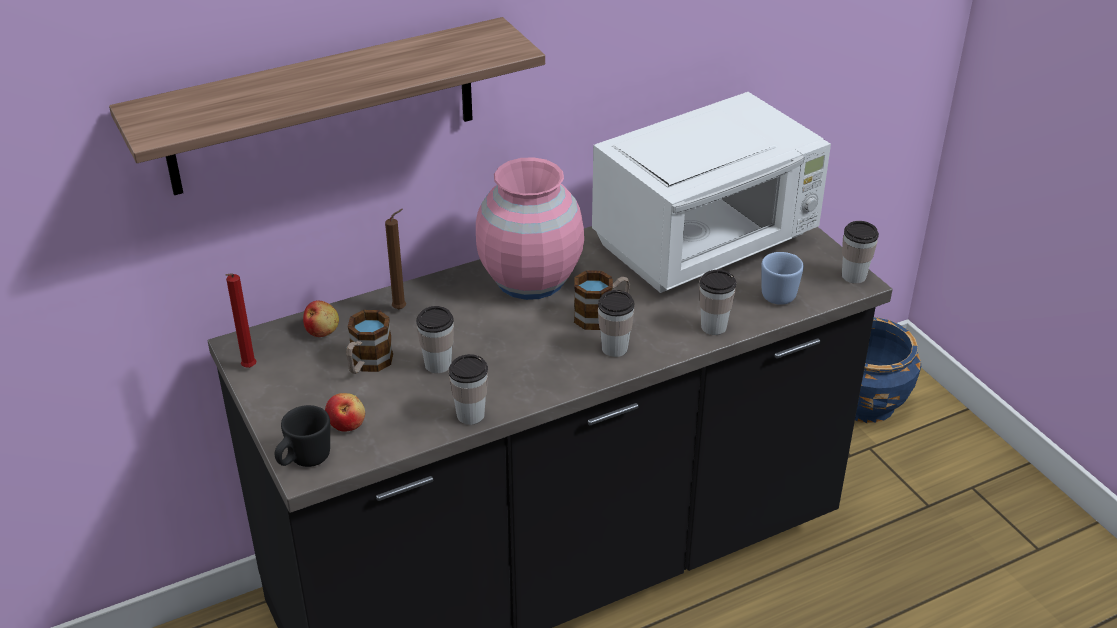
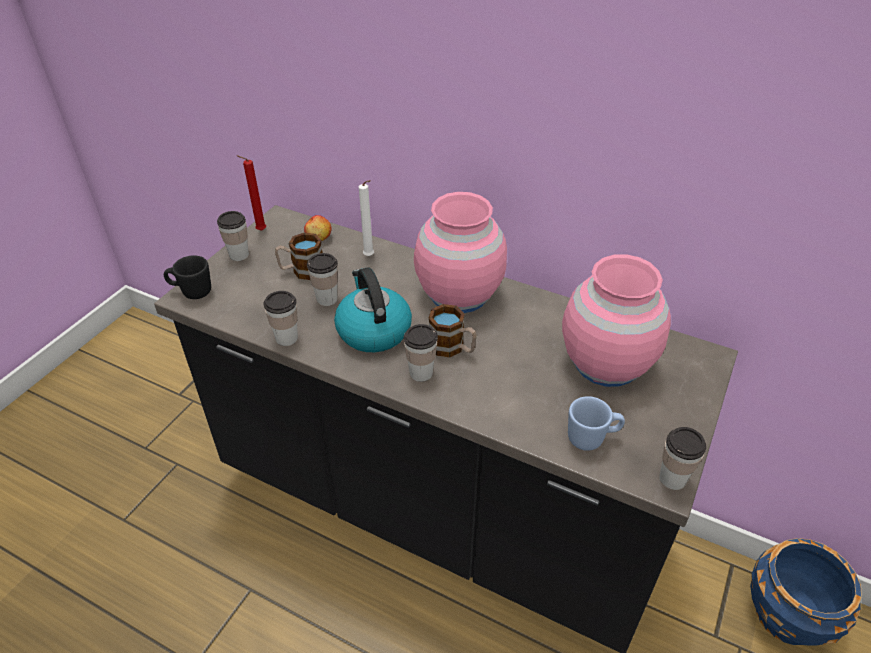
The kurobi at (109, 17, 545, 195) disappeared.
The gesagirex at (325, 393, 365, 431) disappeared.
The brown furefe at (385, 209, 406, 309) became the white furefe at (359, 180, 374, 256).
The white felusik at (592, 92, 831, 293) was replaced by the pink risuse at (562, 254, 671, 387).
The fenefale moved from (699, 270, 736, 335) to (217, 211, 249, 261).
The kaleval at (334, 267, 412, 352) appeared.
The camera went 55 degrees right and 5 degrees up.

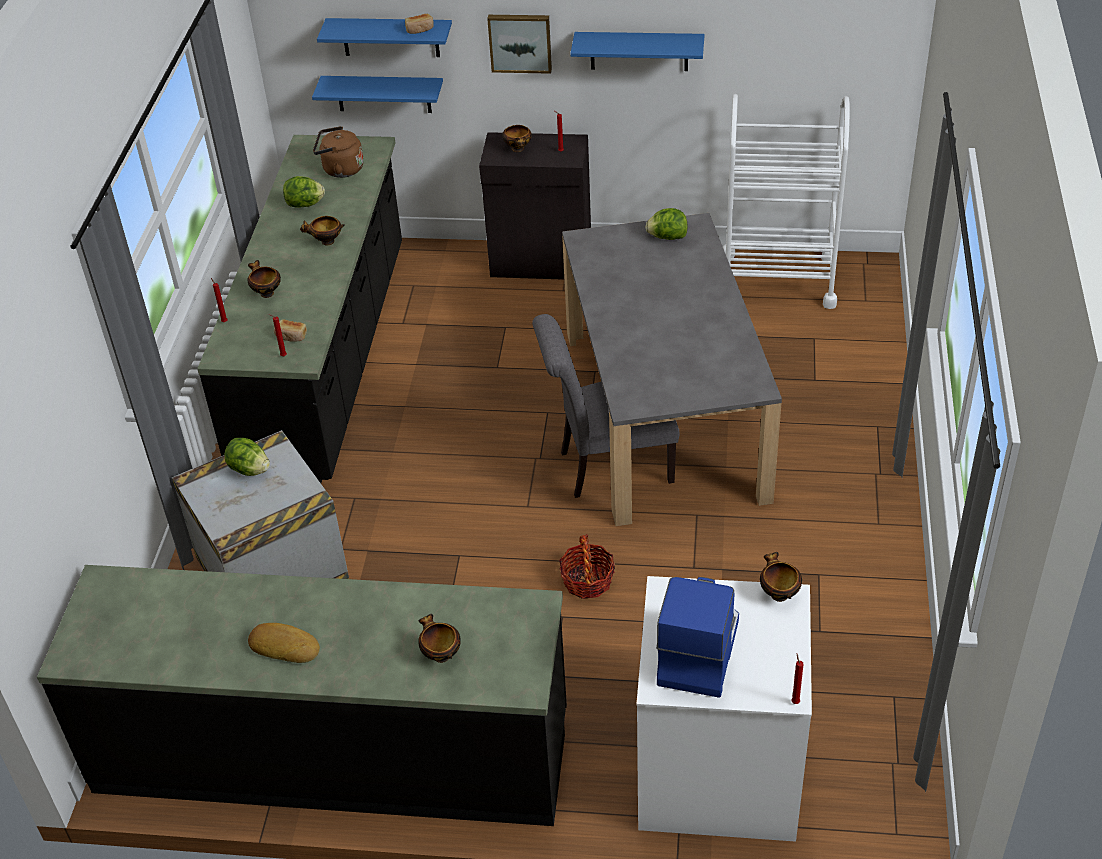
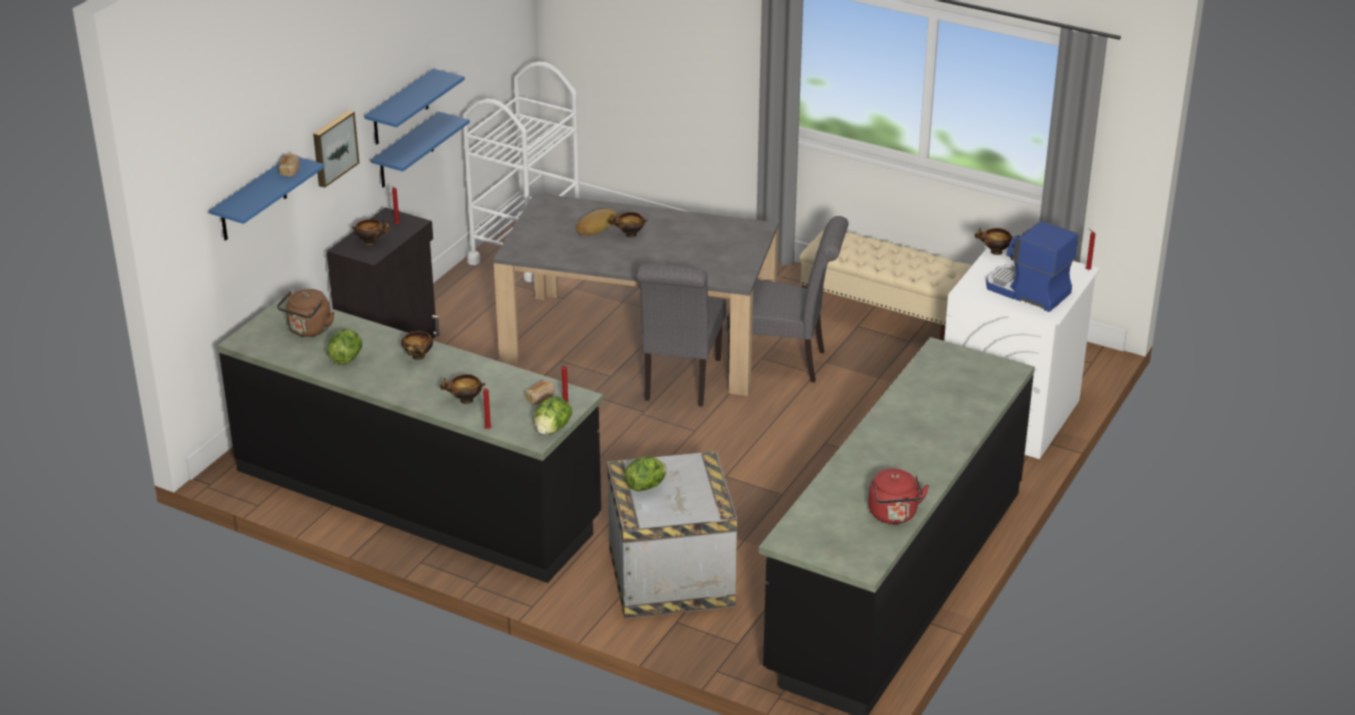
The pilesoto moved from (248, 623, 320, 663) to (576, 209, 618, 236).
The blue kurobi moved from (312, 76, 443, 113) to (371, 112, 470, 188).
The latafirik moved from (418, 614, 461, 663) to (609, 212, 648, 238).
The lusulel at (559, 534, 615, 599) disappeared.
The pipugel moved from (646, 208, 688, 240) to (533, 396, 572, 435).
The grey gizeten at (726, 216, 849, 382) appeared.
The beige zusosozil at (800, 230, 972, 341) appeared.
The red kaleval at (868, 468, 929, 524) appeared.
The camera went 70 degrees left and 10 degrees down.

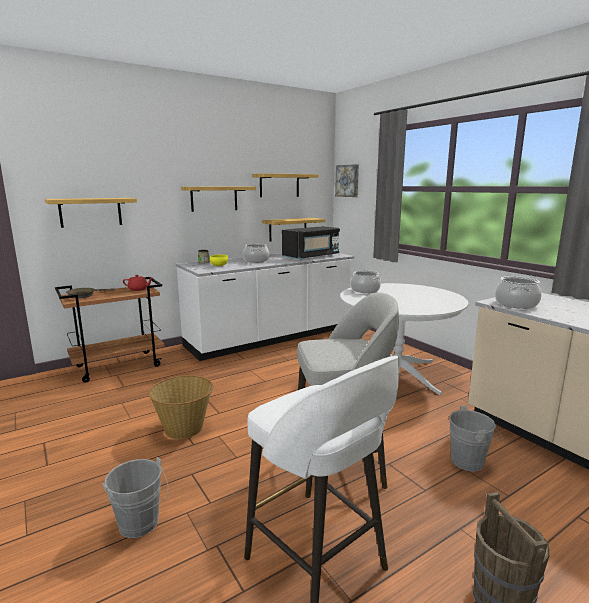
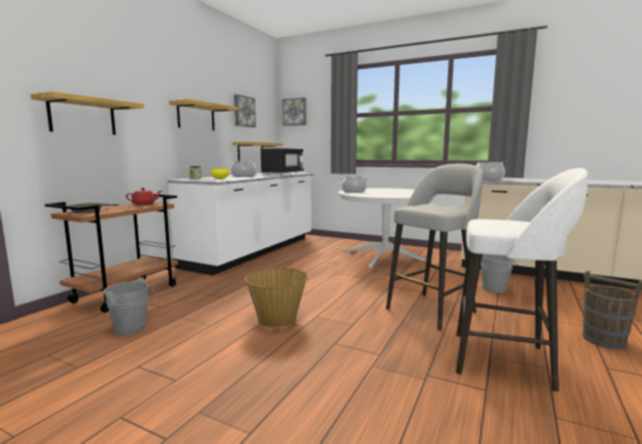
The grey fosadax moved from (103, 457, 168, 538) to (104, 277, 157, 335).
The kurobi at (252, 173, 318, 197) was replaced by the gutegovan at (234, 94, 256, 128).
The camera went 30 degrees left and 5 degrees down.

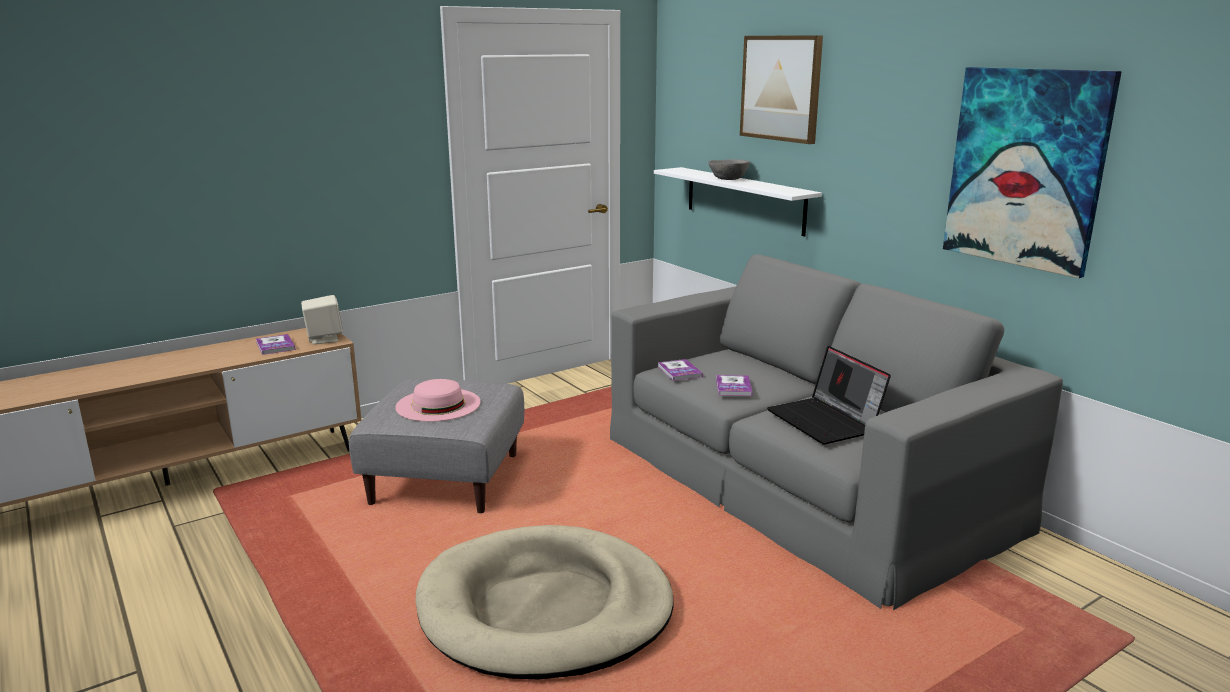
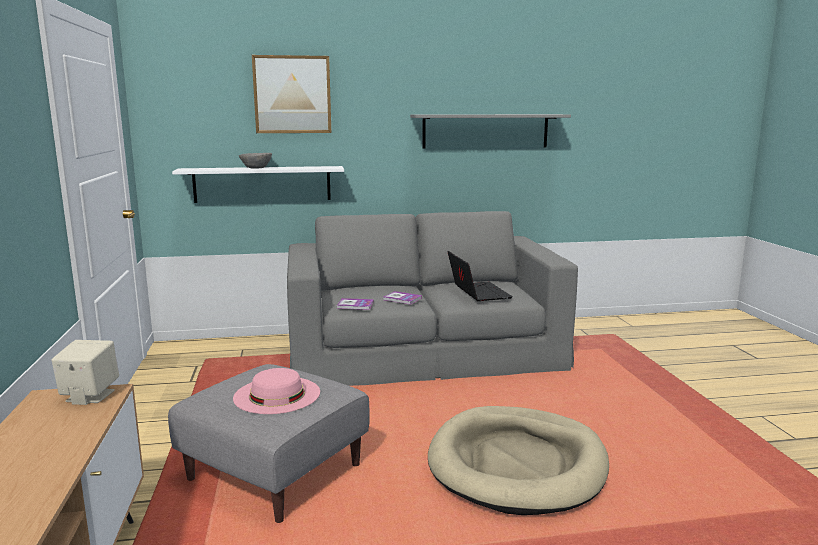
The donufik at (256, 334, 296, 355) disappeared.
The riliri at (767, 346, 891, 444) turned 105 degrees counterclockwise.
The gutegovan at (943, 67, 1122, 278) was replaced by the grey kurobi at (410, 114, 571, 149).
The camera went 65 degrees left and 5 degrees down.

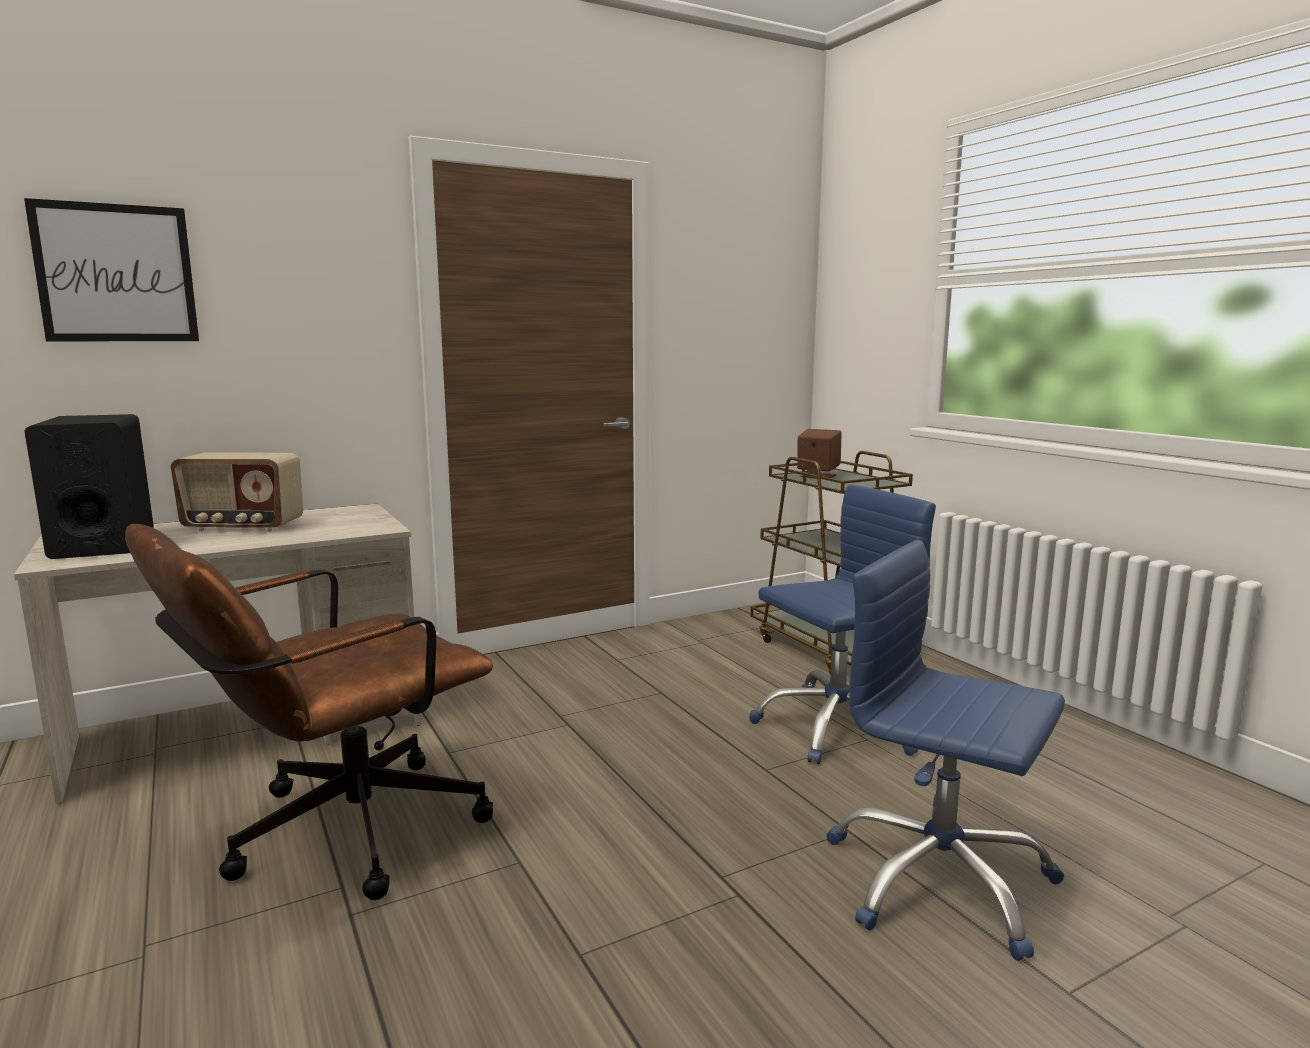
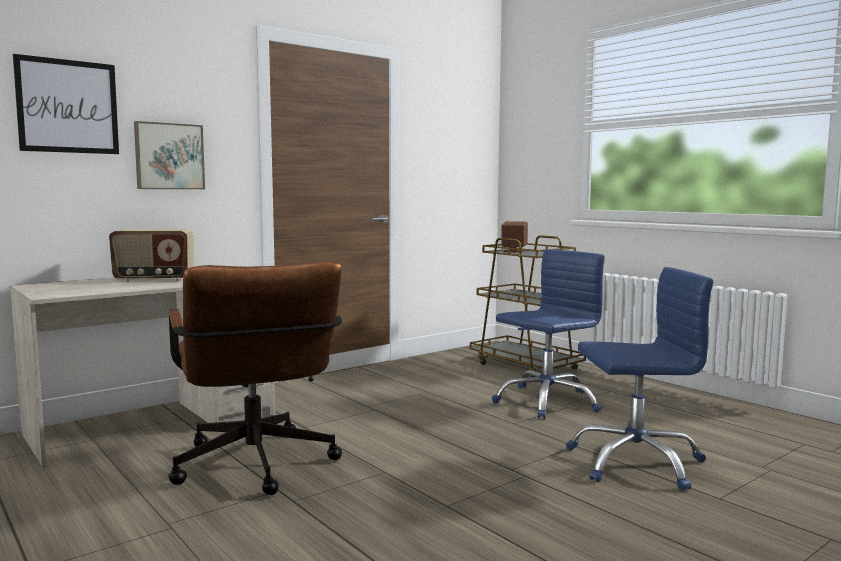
The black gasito at (24, 414, 154, 559) disappeared.
The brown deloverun at (125, 524, 493, 900) turned 60 degrees counterclockwise.
The blue deloverun at (827, 540, 1065, 961) turned 150 degrees clockwise.
The gutegovan at (134, 121, 205, 189) appeared.
The camera went 10 degrees left and 5 degrees down.

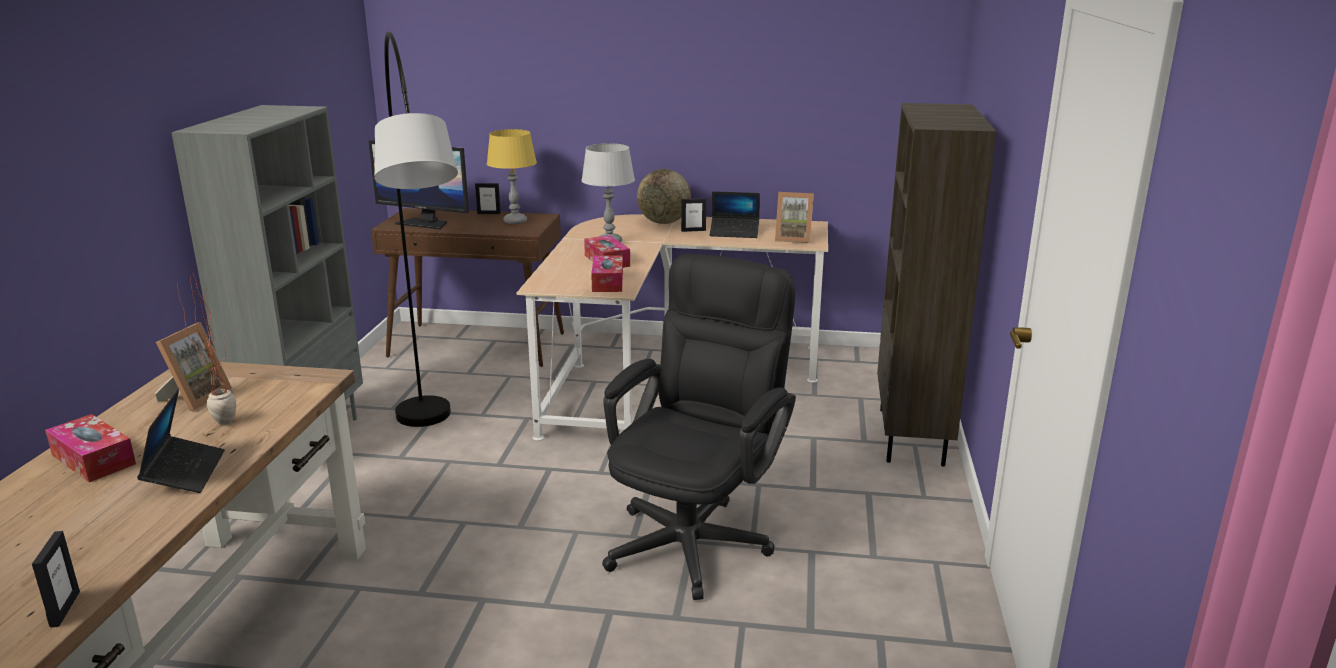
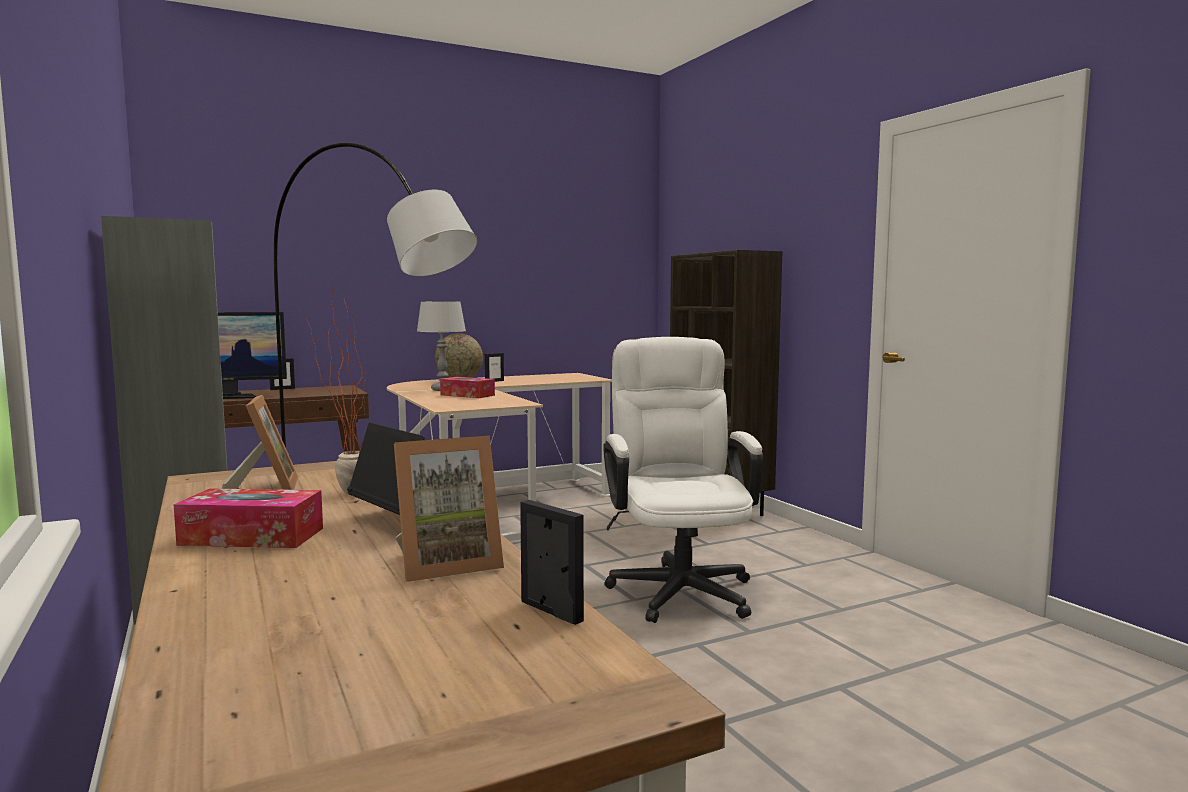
The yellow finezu at (487, 129, 537, 224) disappeared.
The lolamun at (591, 255, 623, 292) disappeared.
The black deloverun at (602, 254, 796, 600) became the white deloverun at (603, 337, 763, 623).
The riliri at (710, 191, 760, 238) disappeared.
The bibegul moved from (775, 192, 814, 243) to (394, 435, 504, 582).
The camera went 35 degrees left and 15 degrees down.

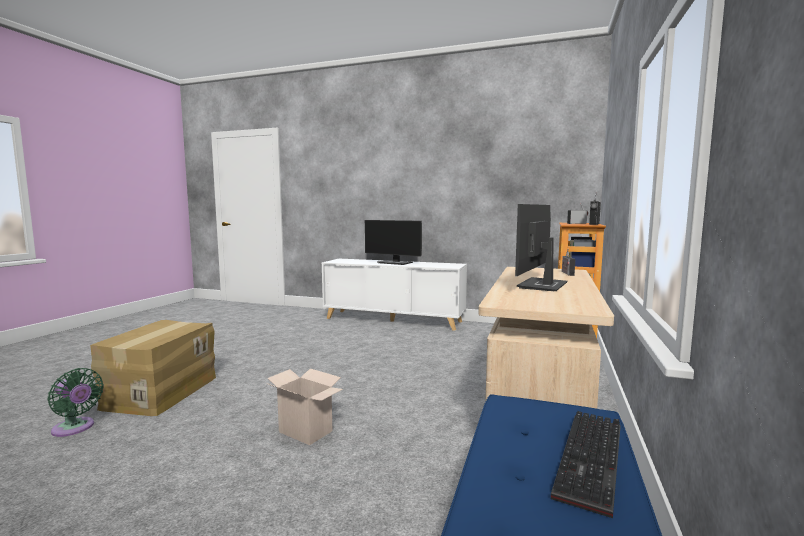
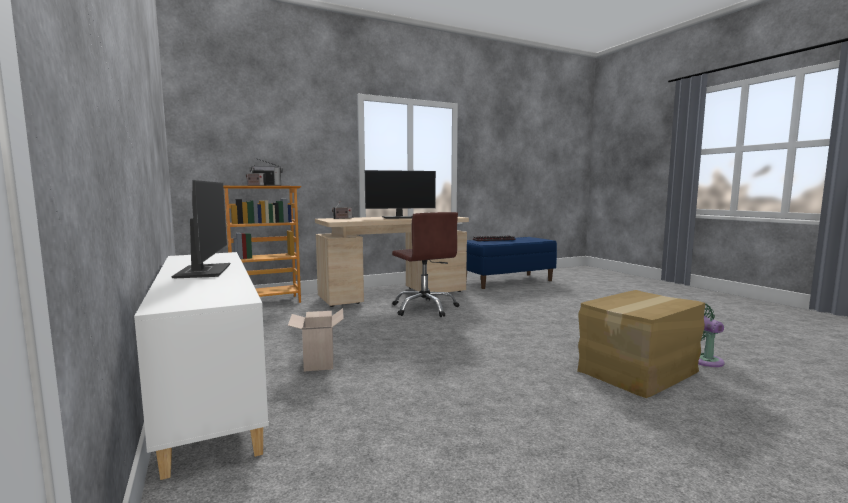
The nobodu moved from (266, 368, 343, 445) to (288, 308, 344, 371).
The brown deloverun at (392, 212, 459, 317) appeared.
The camera went 135 degrees left and 0 degrees up.

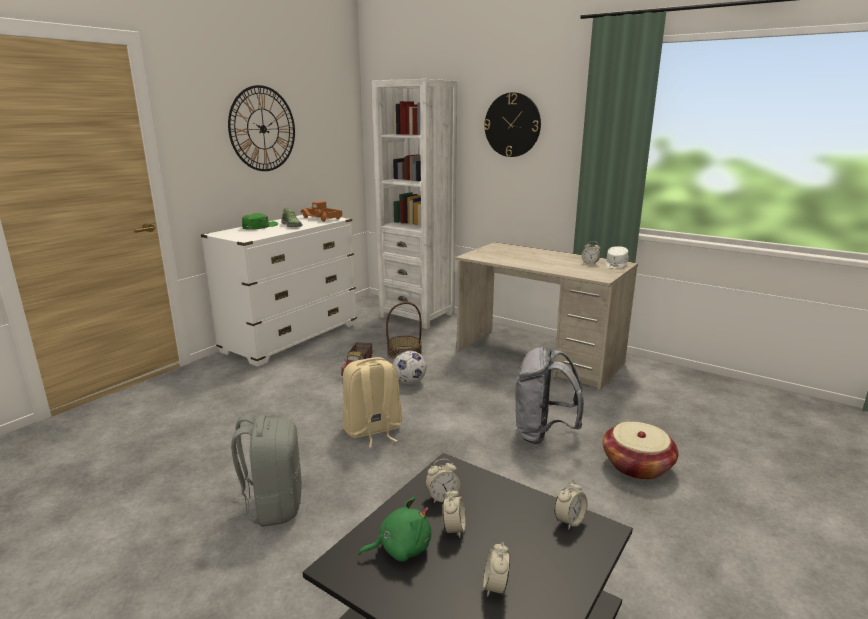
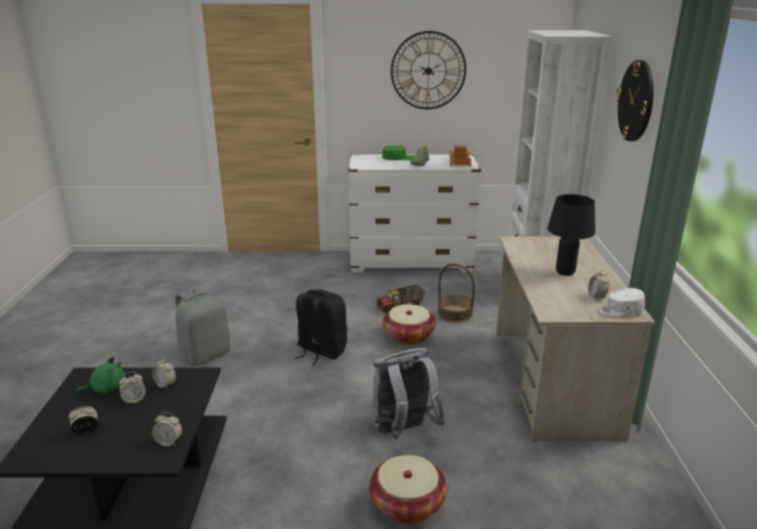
The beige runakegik at (343, 357, 402, 448) became the black runakegik at (295, 289, 347, 366).
The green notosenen at (358, 497, 431, 562) turned 60 degrees counterclockwise.
The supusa at (393, 350, 426, 384) was replaced by the lusulel at (383, 304, 436, 345).
The black finezu at (547, 194, 595, 276) appeared.
The camera went 55 degrees right and 5 degrees up.

